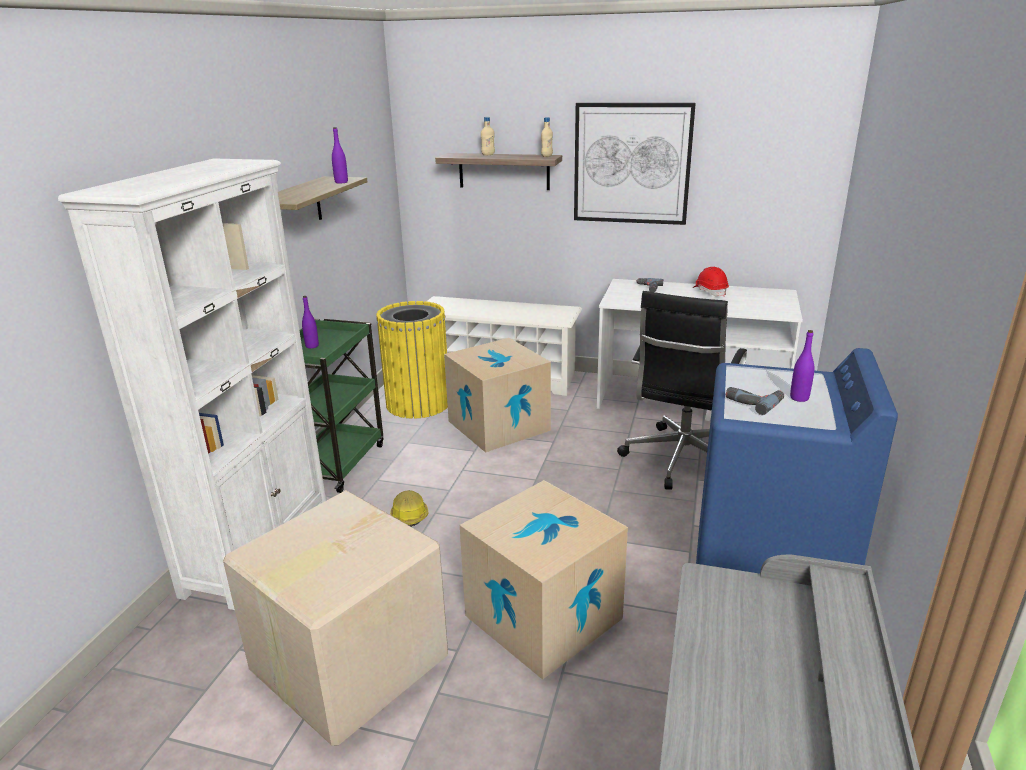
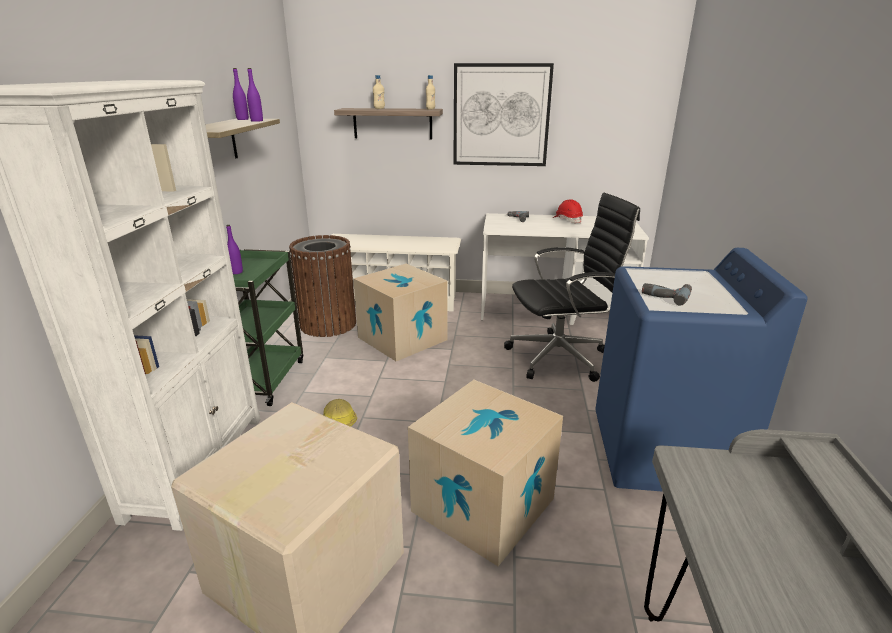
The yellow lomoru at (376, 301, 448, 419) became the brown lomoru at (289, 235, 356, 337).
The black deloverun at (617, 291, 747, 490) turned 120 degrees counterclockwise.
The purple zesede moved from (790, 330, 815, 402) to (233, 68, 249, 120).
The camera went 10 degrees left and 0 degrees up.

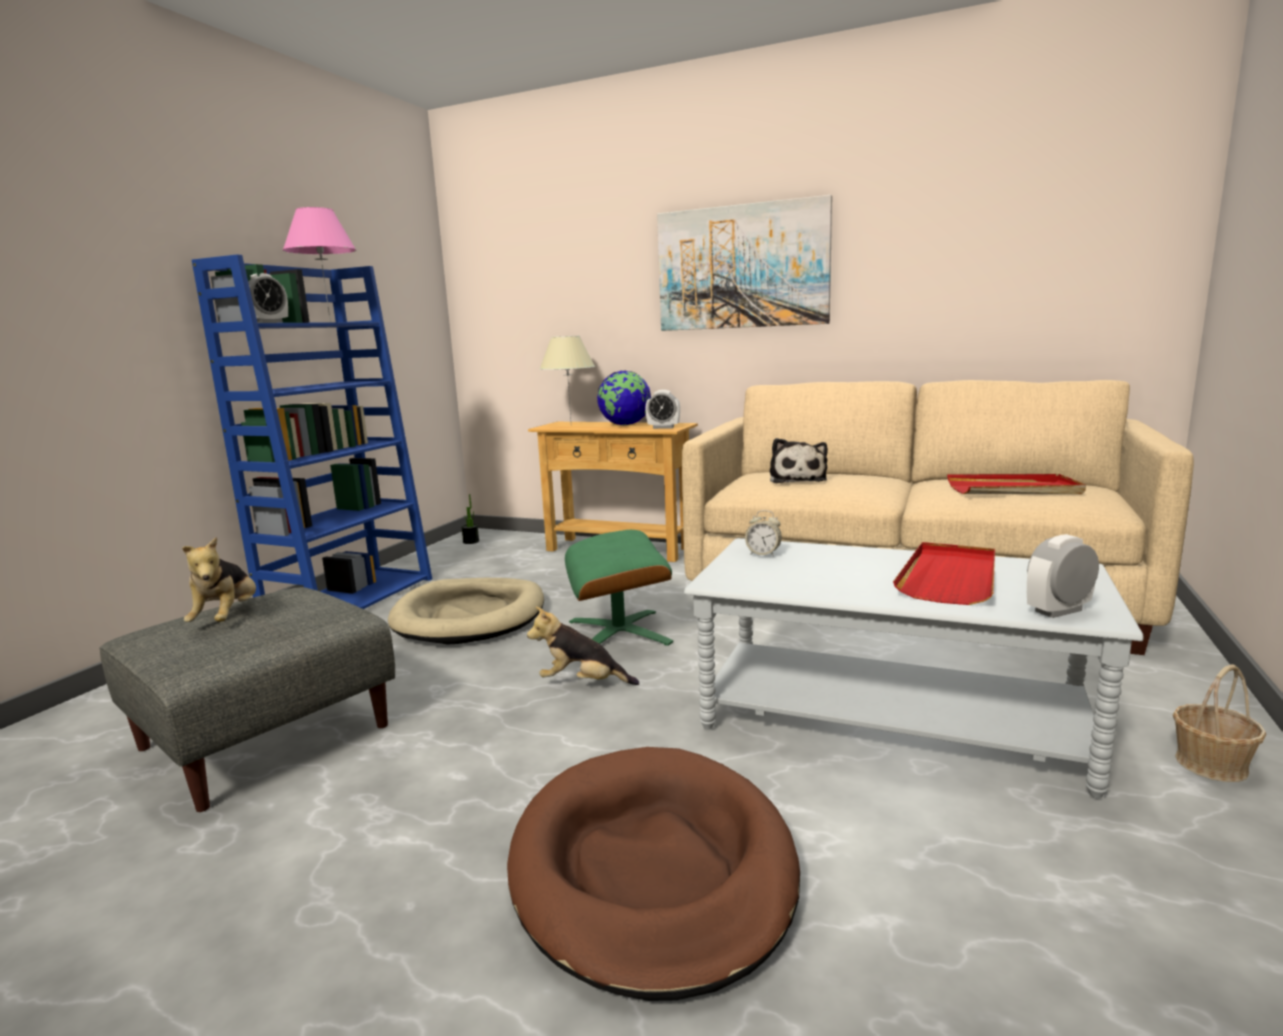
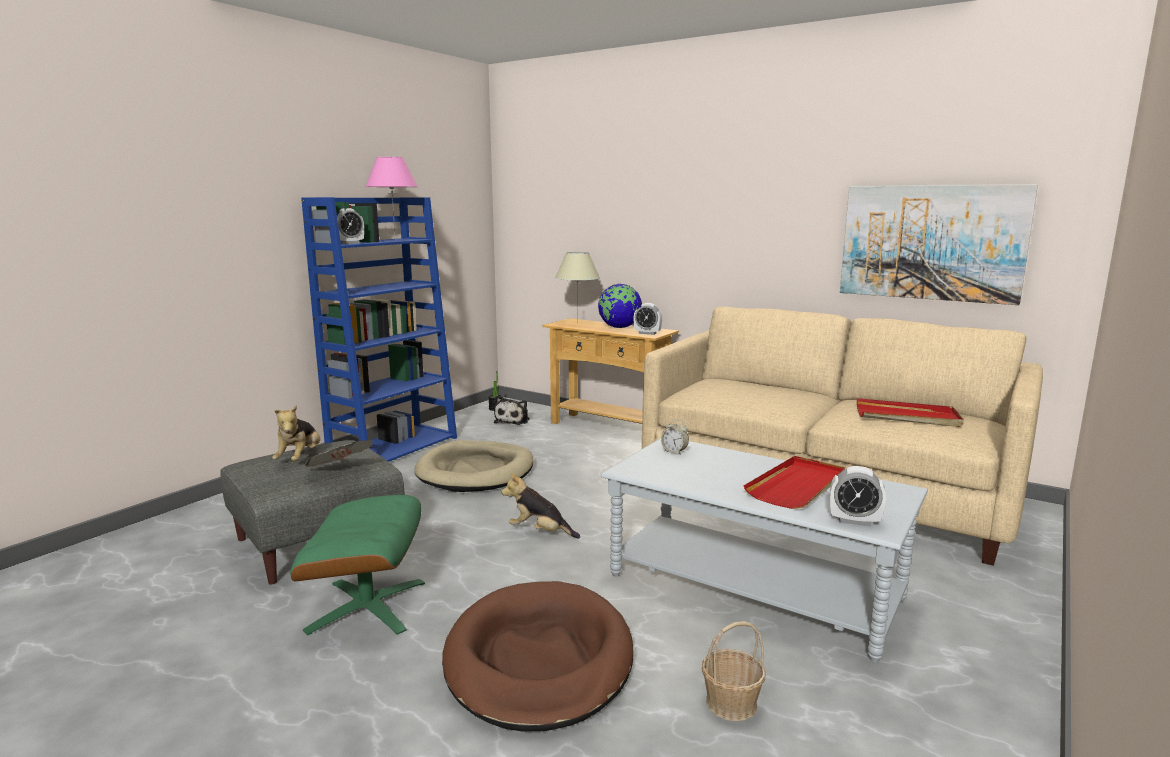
The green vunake moved from (565, 530, 673, 646) to (290, 495, 425, 635).
The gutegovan moved from (657, 195, 832, 331) to (840, 184, 1038, 305).
The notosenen moved from (770, 438, 828, 483) to (494, 395, 530, 425).
The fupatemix at (1027, 534, 1099, 618) turned 150 degrees counterclockwise.
The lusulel moved from (1173, 665, 1266, 782) to (702, 621, 766, 721).
The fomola at (304, 440, 373, 467) appeared.
The camera went 10 degrees right and 0 degrees up.

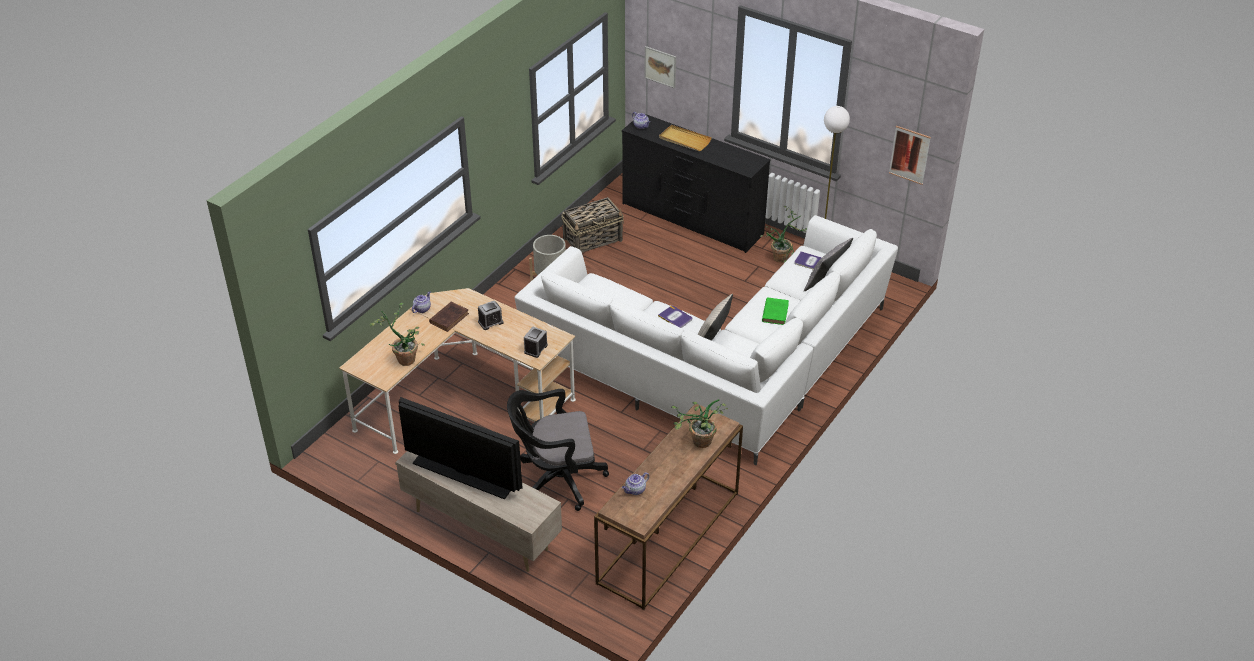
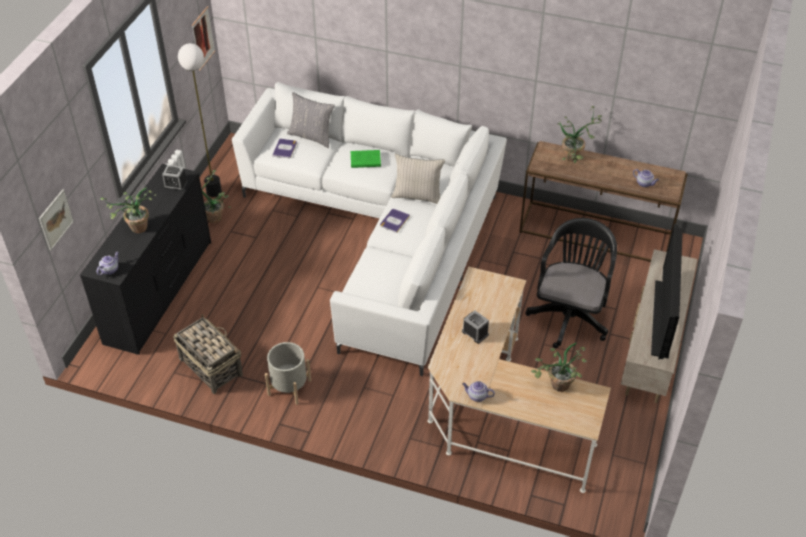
The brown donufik at (429, 301, 469, 332) disappeared.
The black deloverun at (507, 389, 609, 511) turned 135 degrees counterclockwise.
The fupatemix moved from (524, 326, 548, 358) to (162, 165, 188, 191).
The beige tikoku at (659, 125, 712, 151) was replaced by the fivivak at (100, 188, 157, 233).
The camera went 105 degrees left and 5 degrees up.

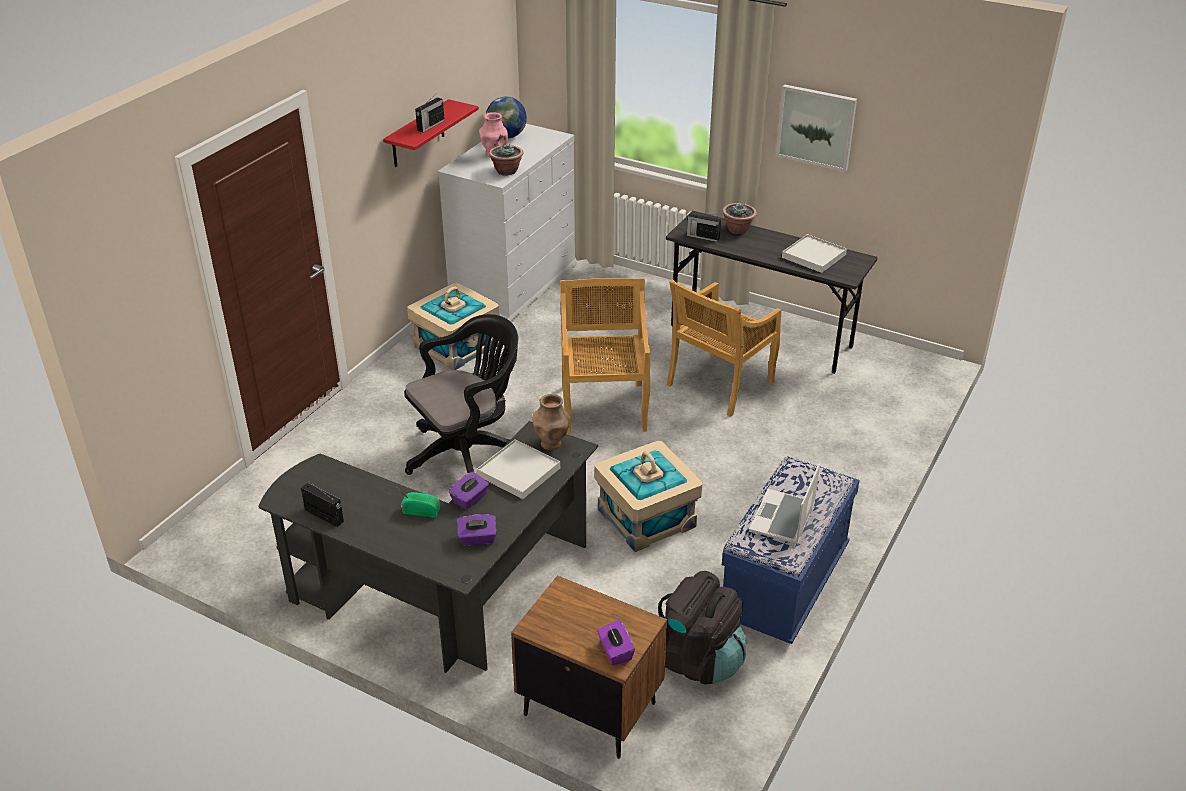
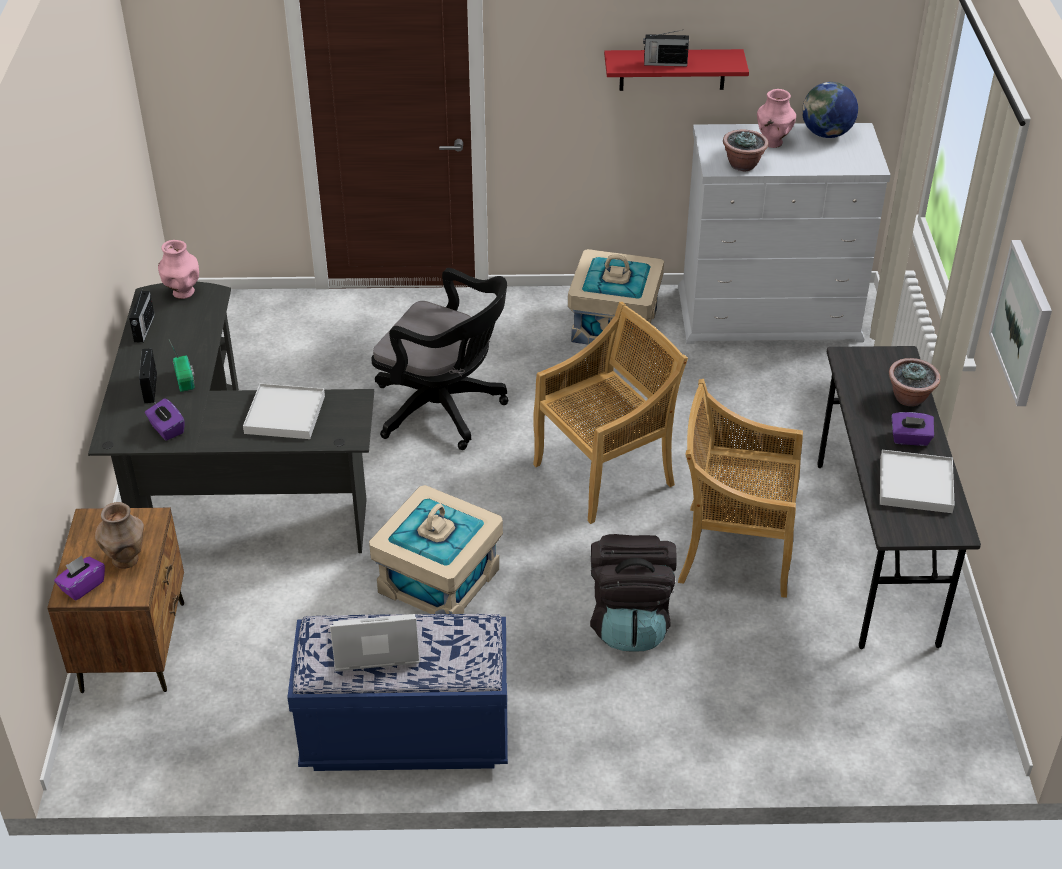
The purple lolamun moved from (449, 471, 489, 510) to (891, 412, 934, 446).
The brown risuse moved from (532, 394, 570, 450) to (95, 502, 144, 569).
The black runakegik moved from (658, 571, 746, 684) to (590, 534, 677, 652).
The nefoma moved from (687, 213, 721, 242) to (139, 348, 157, 403).
The pink risuse at (158, 240, 199, 299) appeared.
The camera went 60 degrees right and 5 degrees up.

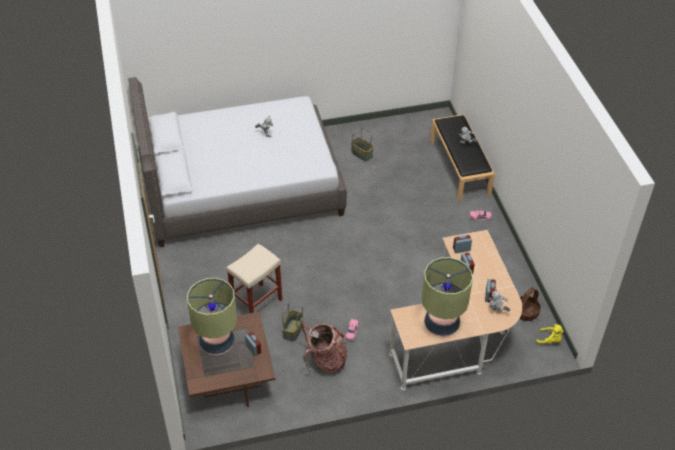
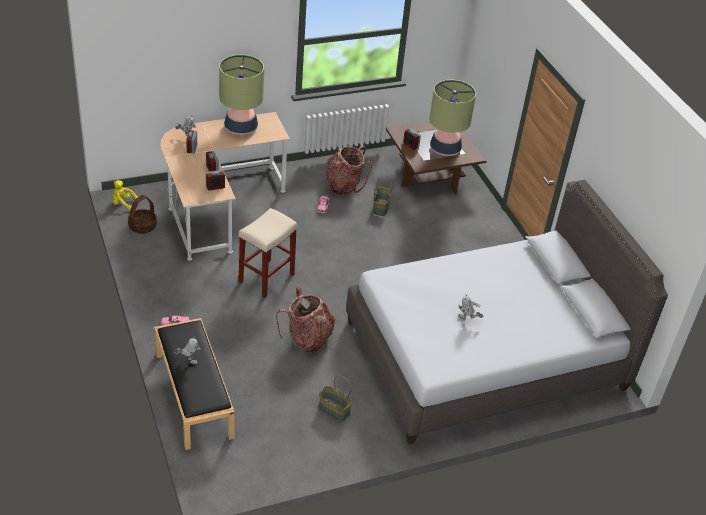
The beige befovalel moved from (226, 243, 282, 313) to (239, 208, 298, 298).
The runakegik at (276, 287, 335, 353) appeared.
The camera went 170 degrees right and 5 degrees down.

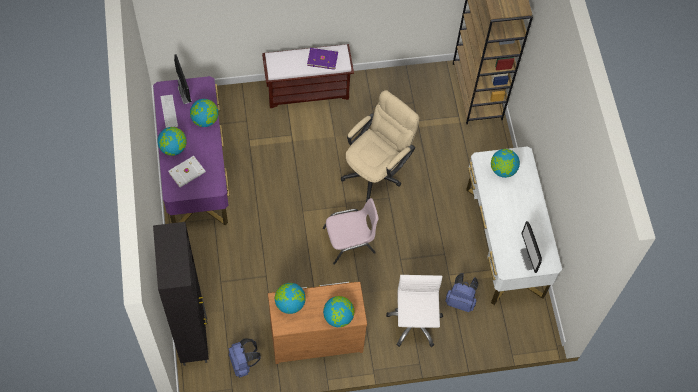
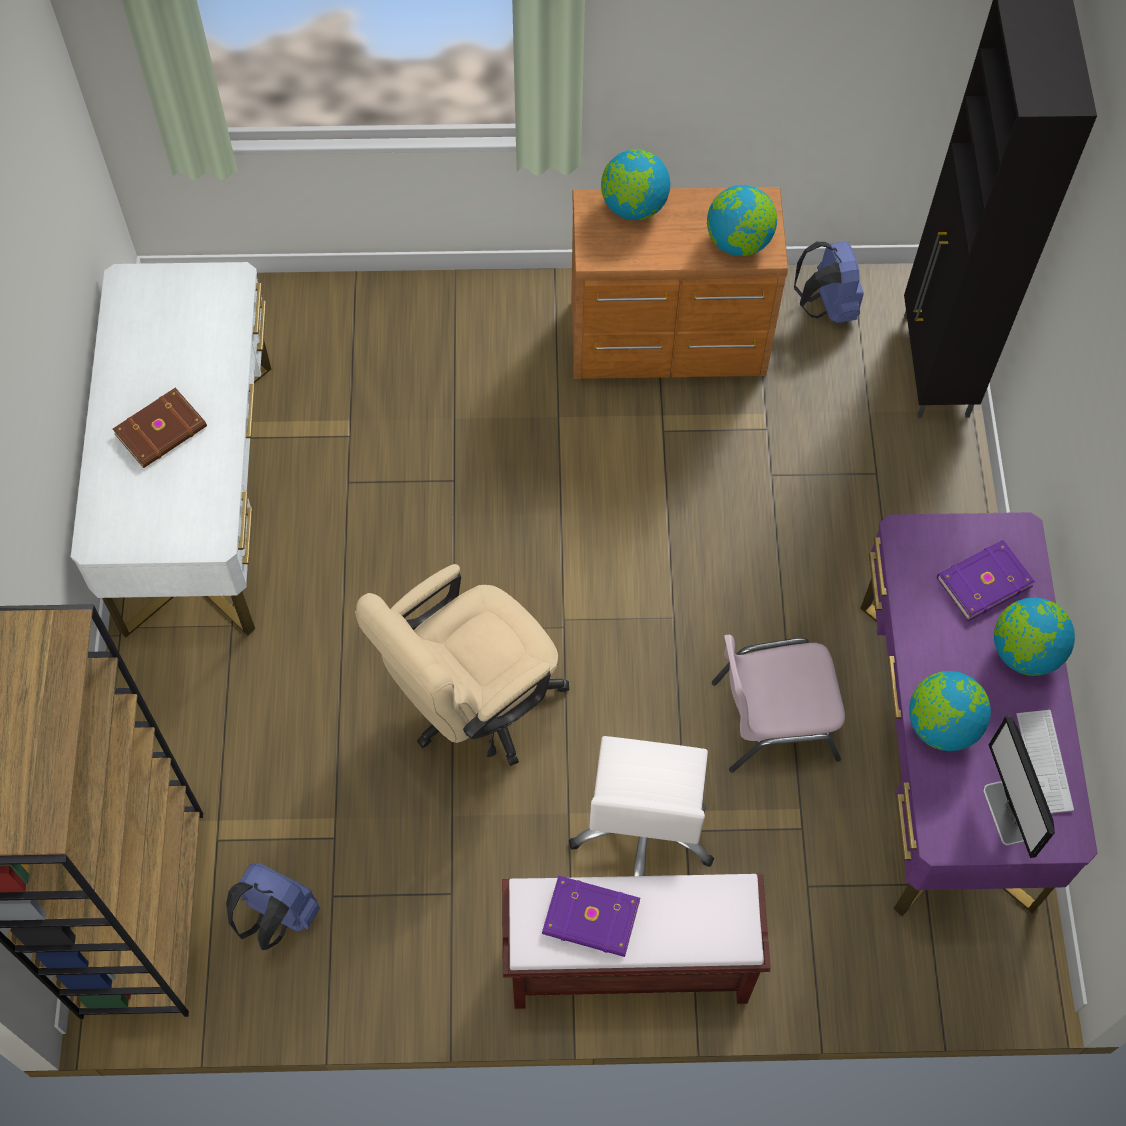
The white donufik at (169, 156, 206, 187) became the purple donufik at (937, 540, 1035, 621).
The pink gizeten moved from (323, 198, 379, 265) to (712, 635, 845, 772).
The white deloverun moved from (386, 275, 443, 347) to (569, 736, 714, 876).
The blue runakegik moved from (445, 273, 478, 312) to (226, 863, 320, 950).
The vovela at (491, 149, 520, 178) disappeared.
The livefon at (520, 221, 542, 273) disappeared.
The brown donufik at (113, 388, 207, 468) appeared.
The camera went 170 degrees left and 0 degrees up.

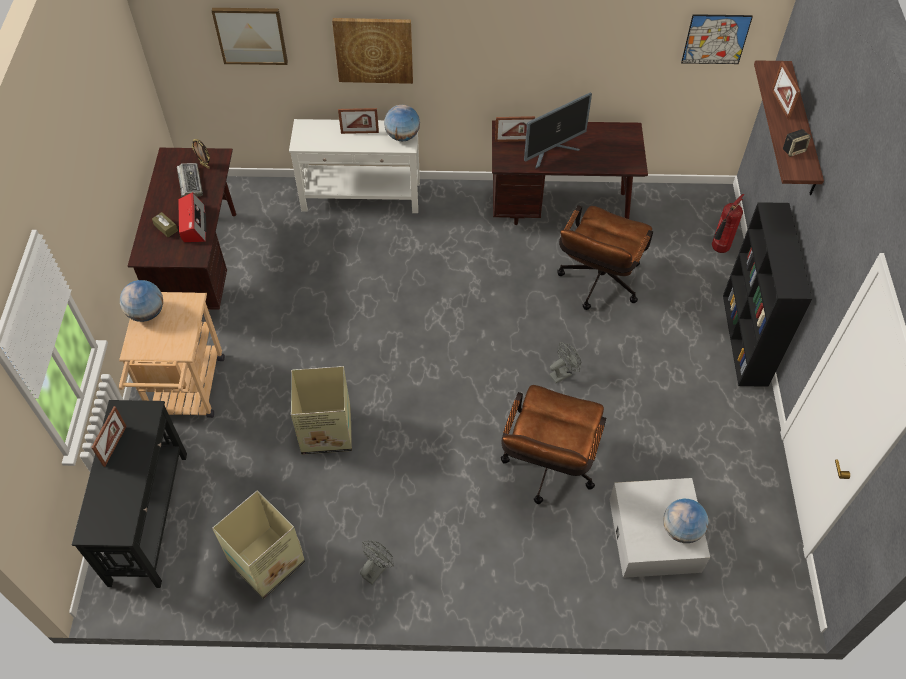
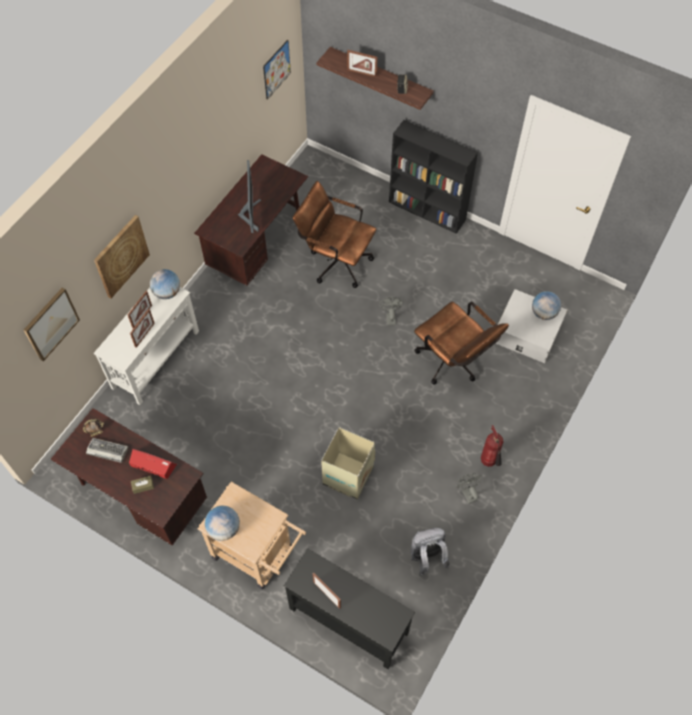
The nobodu at (212, 490, 305, 599) was replaced by the grey runakegik at (411, 528, 450, 576).
The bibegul moved from (495, 116, 535, 142) to (130, 309, 155, 348).
The brown deloverun at (557, 205, 653, 310) turned 150 degrees clockwise.
The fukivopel moved from (712, 194, 745, 253) to (481, 425, 503, 467).
The camera went 60 degrees left and 5 degrees up.

